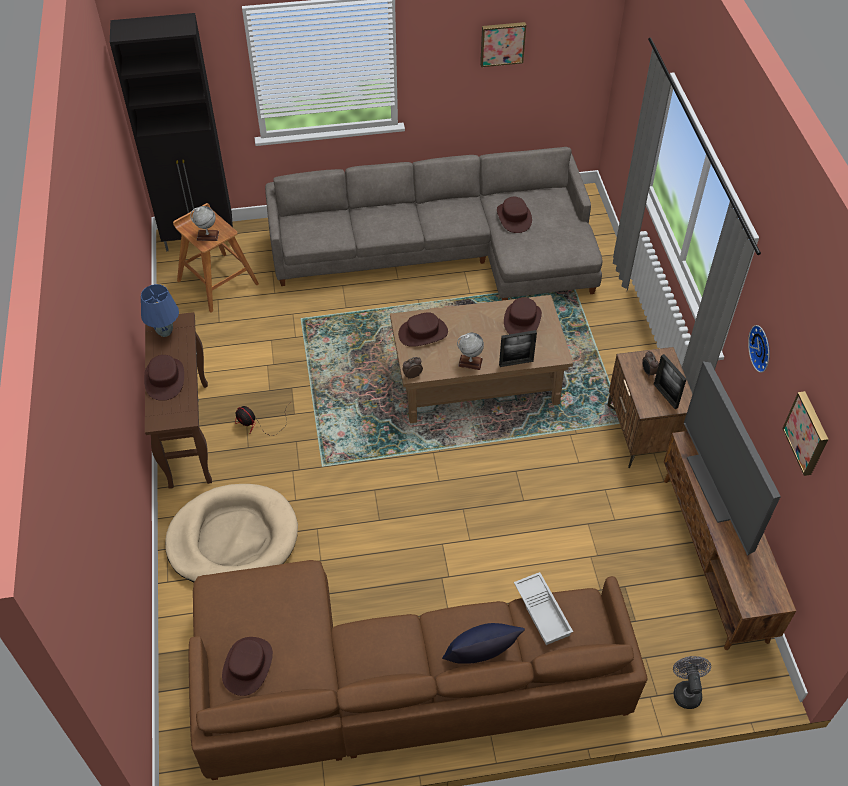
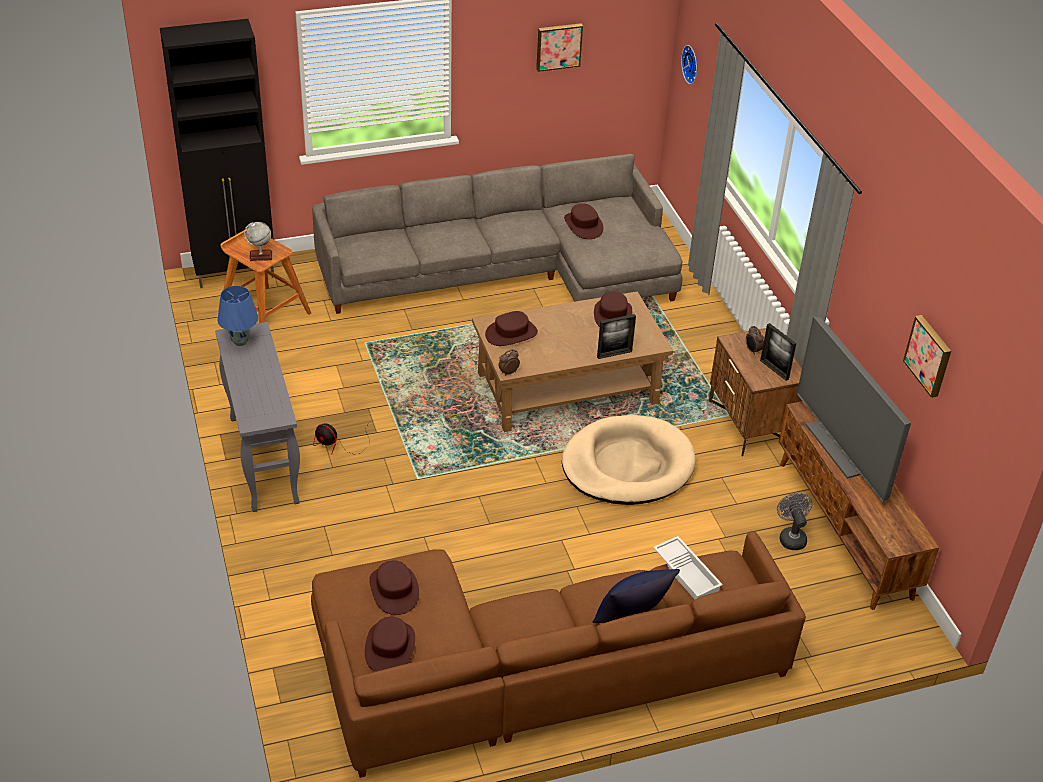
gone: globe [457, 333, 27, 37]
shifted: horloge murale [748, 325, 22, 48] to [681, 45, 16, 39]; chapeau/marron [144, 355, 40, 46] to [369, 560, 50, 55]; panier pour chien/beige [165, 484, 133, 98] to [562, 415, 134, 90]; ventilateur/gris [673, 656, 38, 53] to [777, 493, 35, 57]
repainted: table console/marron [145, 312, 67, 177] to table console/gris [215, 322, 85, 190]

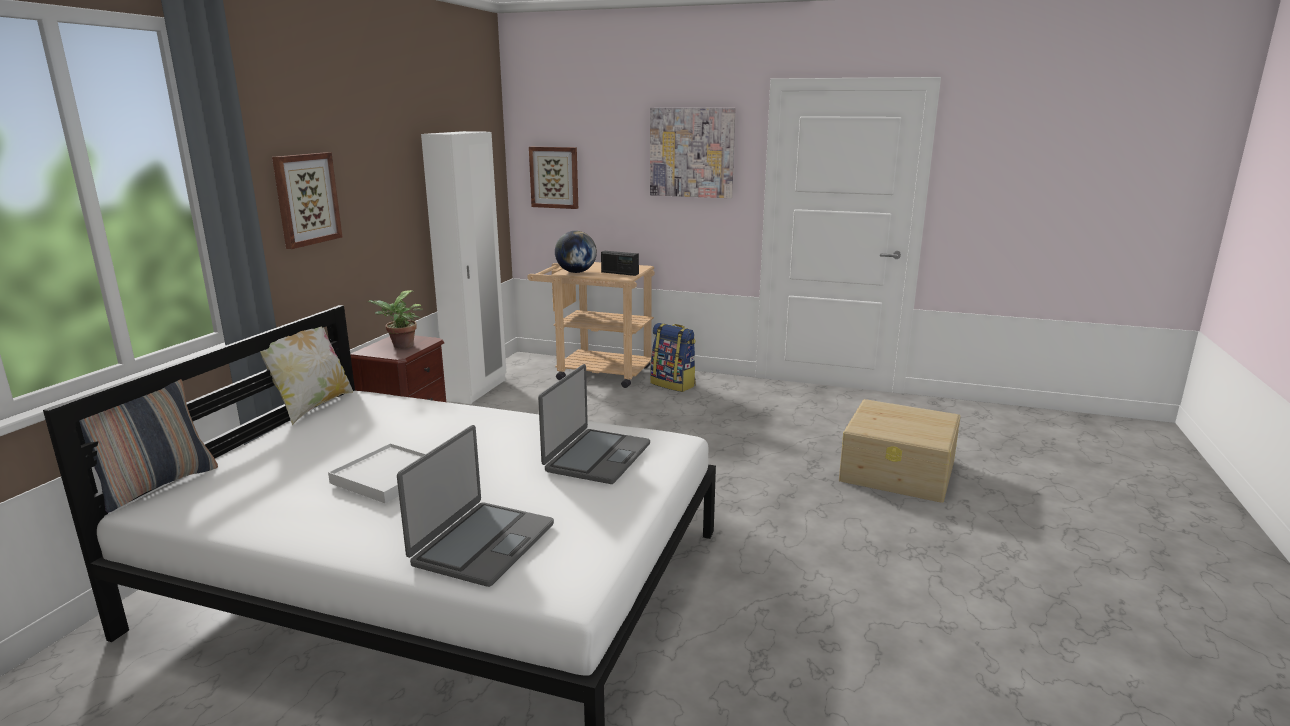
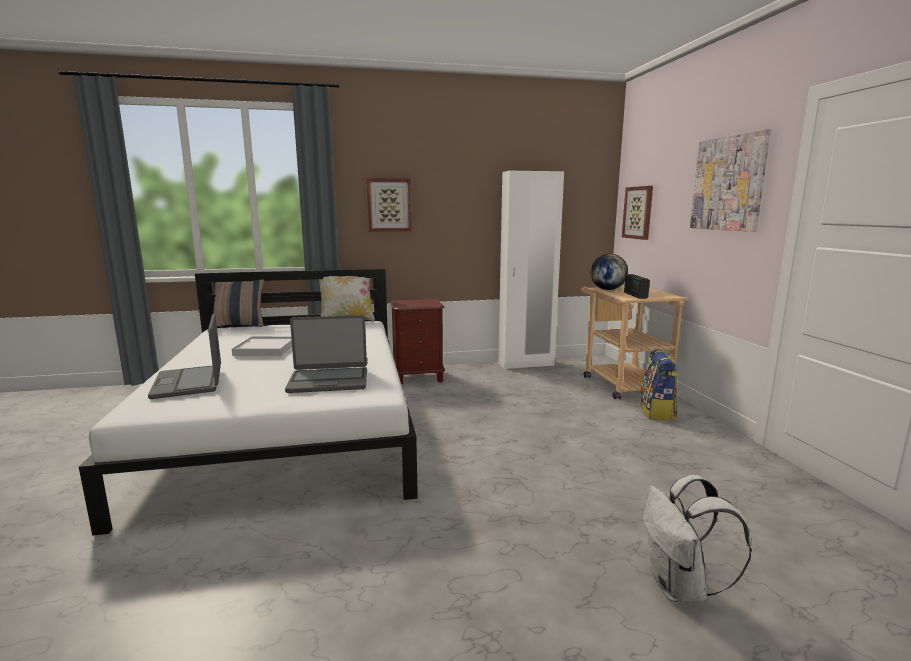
gone: plante en pot [367, 290, 56, 59]
swapped: boîte de rangement/beige [839, 399, 122, 104] to sac à dos/blanc [643, 475, 109, 128]
rotated: ordinateur portable [397, 425, 157, 162] = [148, 314, 73, 85] 75 degrees clockwise

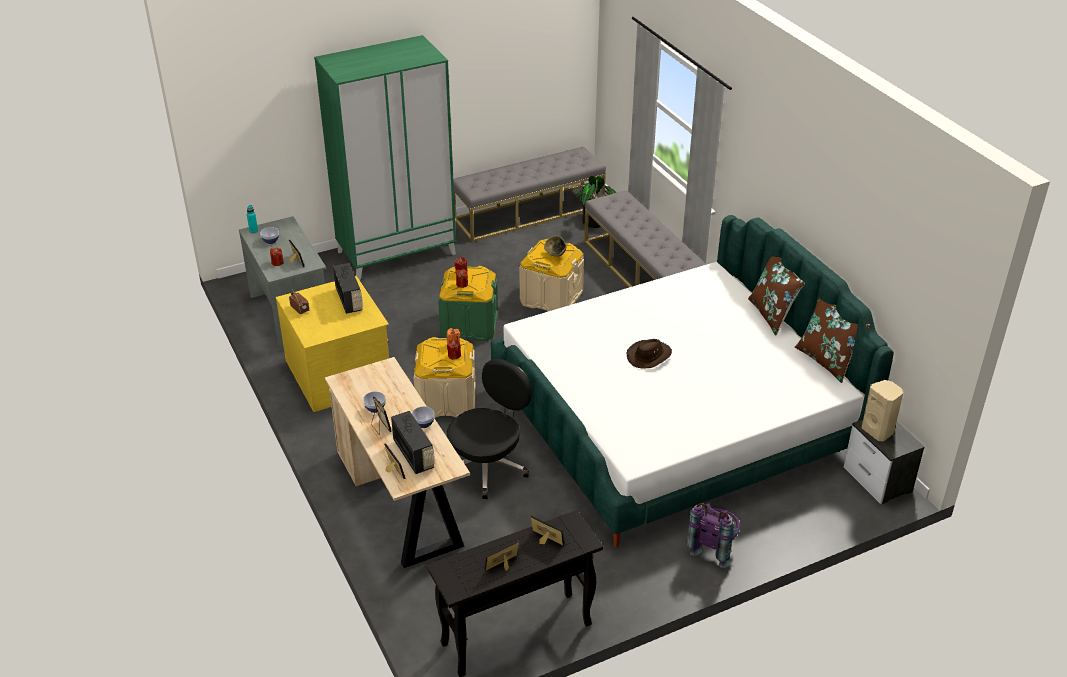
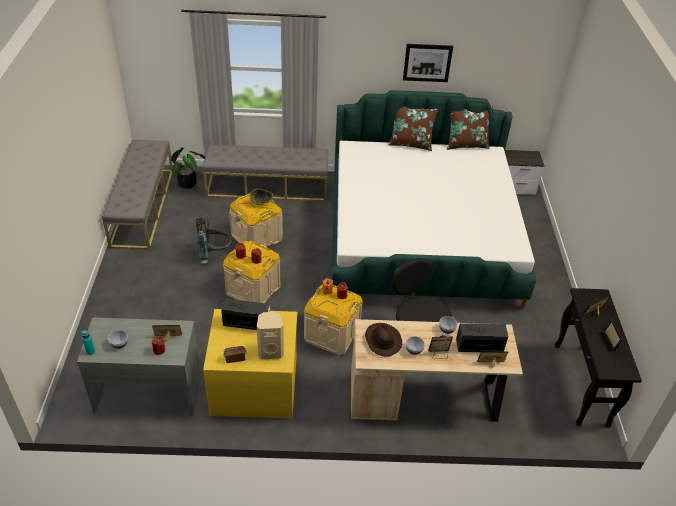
gone: armoire/vert [314, 35, 142, 245]; sac à dos/violet [687, 503, 53, 65]
new: tableau [403, 44, 50, 38]; sac à dos/gris [196, 215, 36, 48]
shifted: chapeau/marron [627, 339, 45, 29] to [365, 323, 37, 34]; enceinte/beige [862, 380, 41, 61] to [257, 312, 27, 47]
repainted: boîte de rangement/vert [438, 266, 60, 75] to boîte de rangement/beige [223, 241, 57, 62]

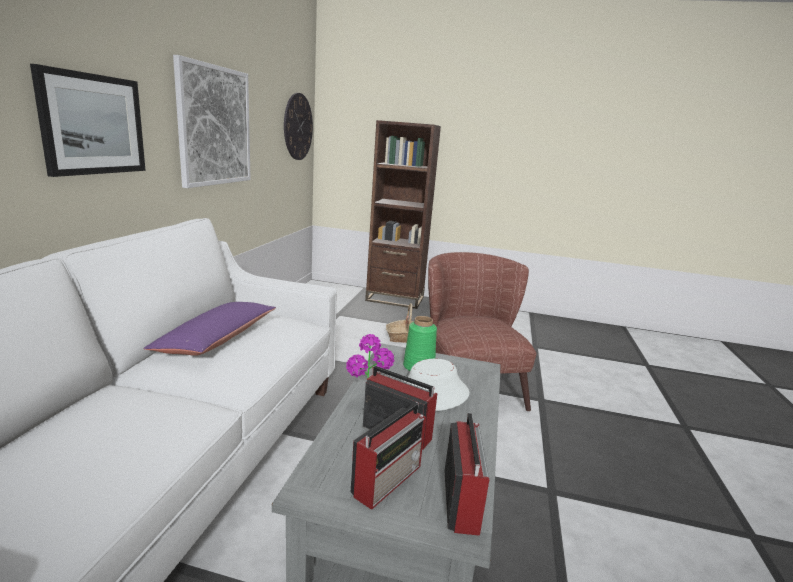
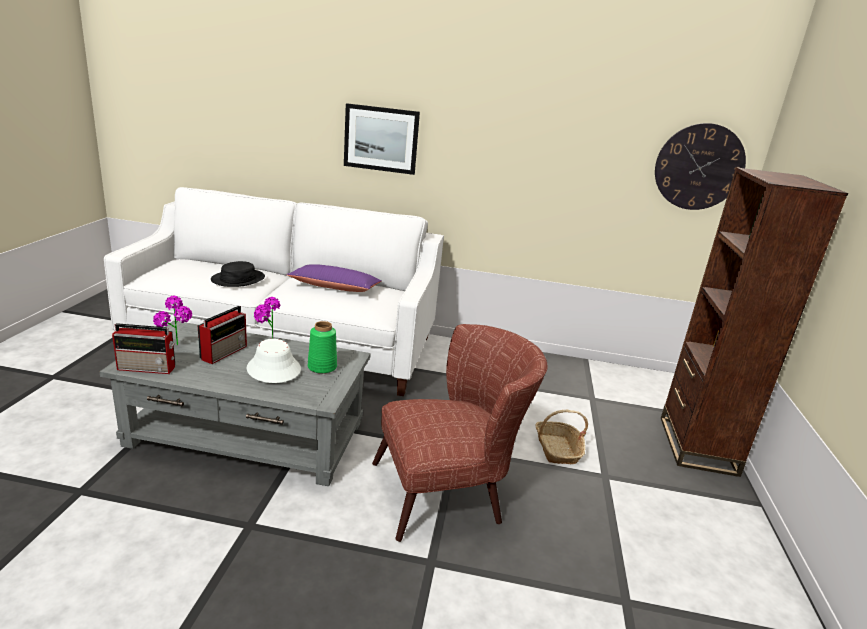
gone: tableau [173, 55, 78, 133]
new: chapeau/noir [211, 261, 54, 26]
swapped: radio [351, 402, 75, 108] to plante en pot [153, 296, 39, 49]

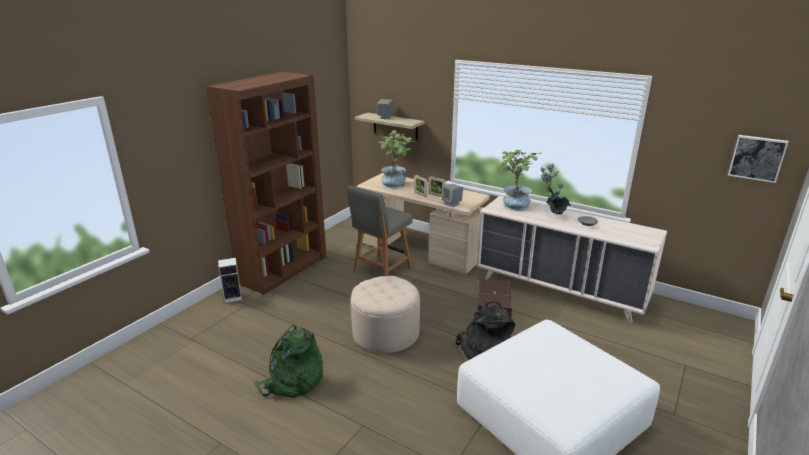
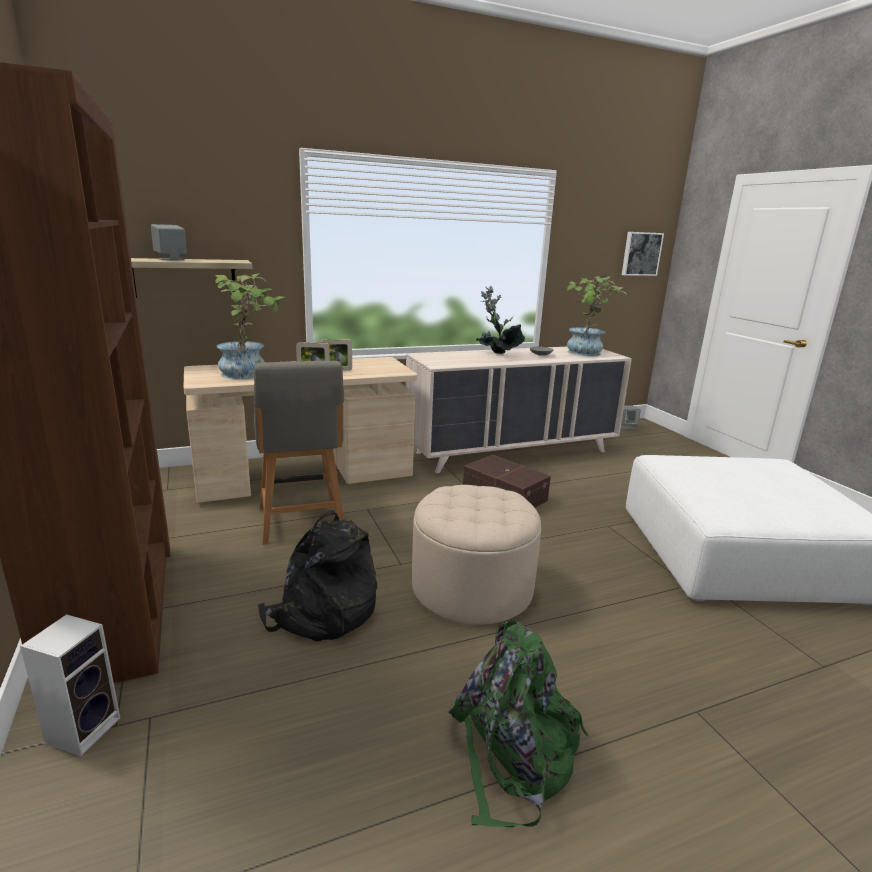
shifted: plante en pot [497, 150, 44, 61] to [567, 275, 60, 81]; enceinte/gris [441, 184, 22, 23] to [621, 405, 20, 24]; sac à dos/noir [456, 301, 59, 59] to [258, 510, 119, 132]

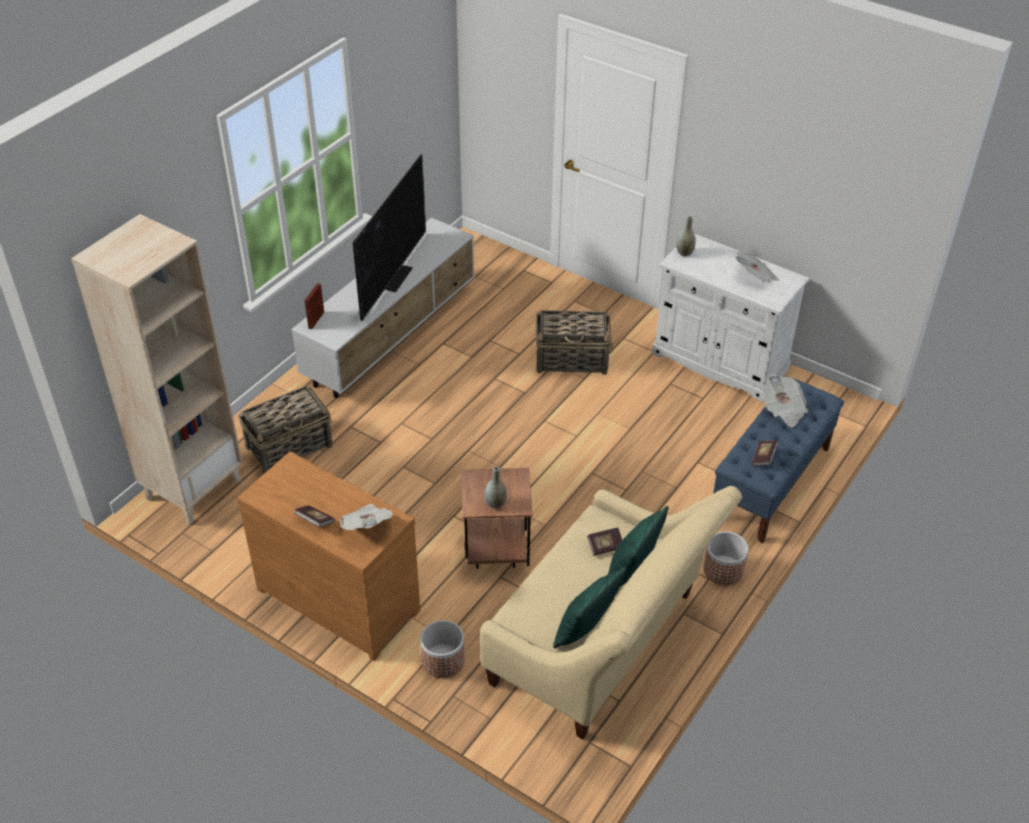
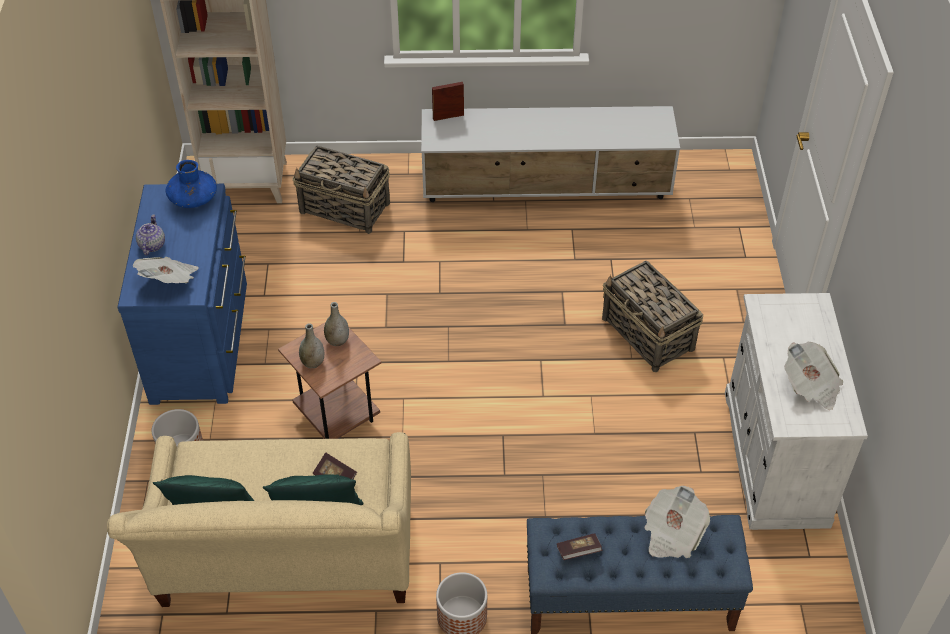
gone: téléviseur [353, 154, 73, 167]
new: vase/bleu [166, 160, 51, 48]
shifted: vase/gris [676, 216, 20, 40] to [324, 302, 25, 44]
swapped: livre [294, 505, 41, 22] to théière [136, 215, 29, 40]
repainted: commode/marron [237, 451, 183, 210] to commode/bleu [118, 184, 129, 221]

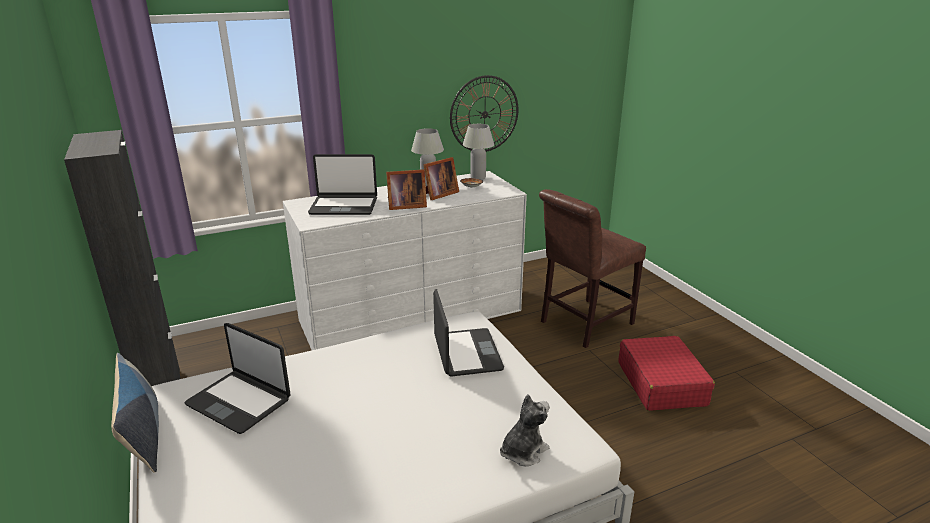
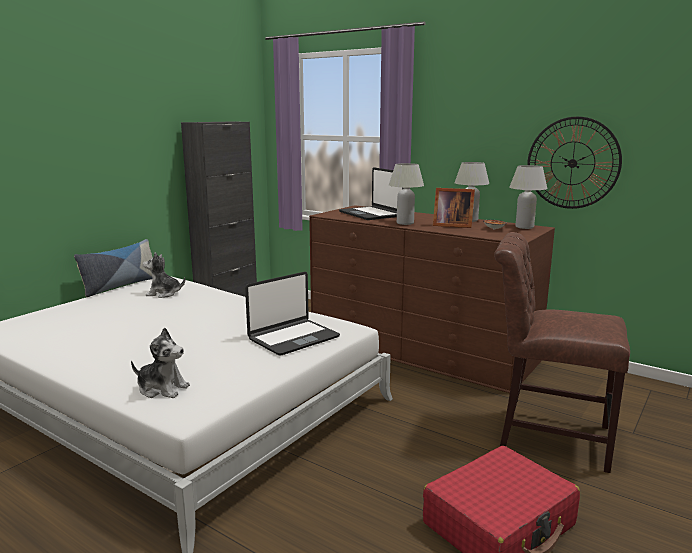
swapped: cadre photo [386, 169, 41, 41] to lampe de table/blanc [389, 163, 35, 62]; ordinateur portable [184, 323, 107, 111] to peluche [143, 252, 42, 46]
repainted: commode/blanc [283, 171, 244, 179] to commode/marron [309, 205, 246, 188]

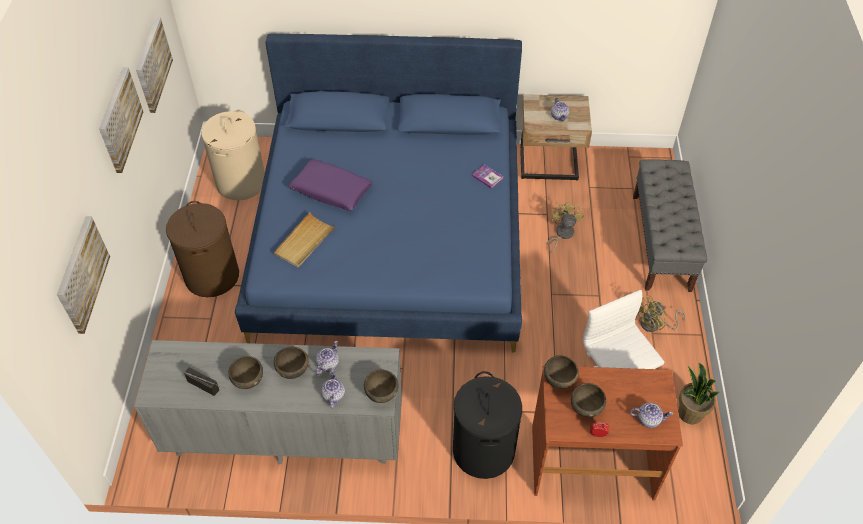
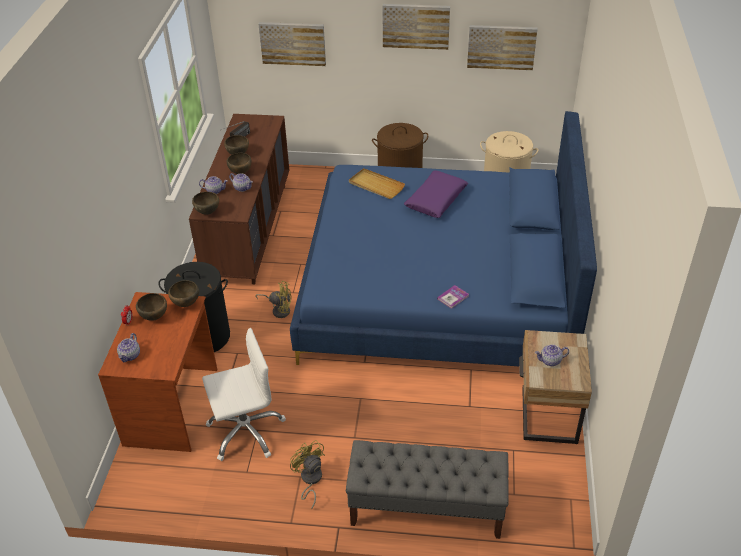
gone: plante en pot [678, 363, 41, 61]
shifted: ventilateur/jaune [547, 202, 37, 52] to [255, 281, 37, 37]
repainted: commode/gris [134, 340, 268, 124] to commode/marron [189, 114, 100, 170]

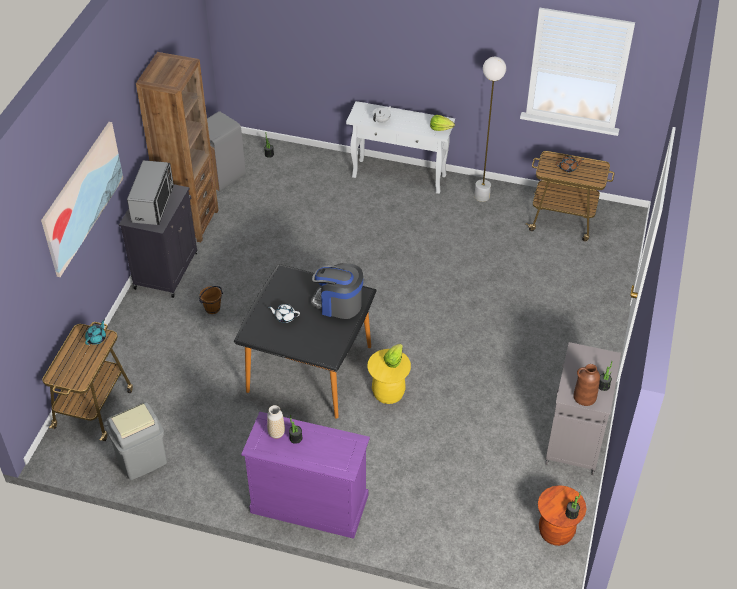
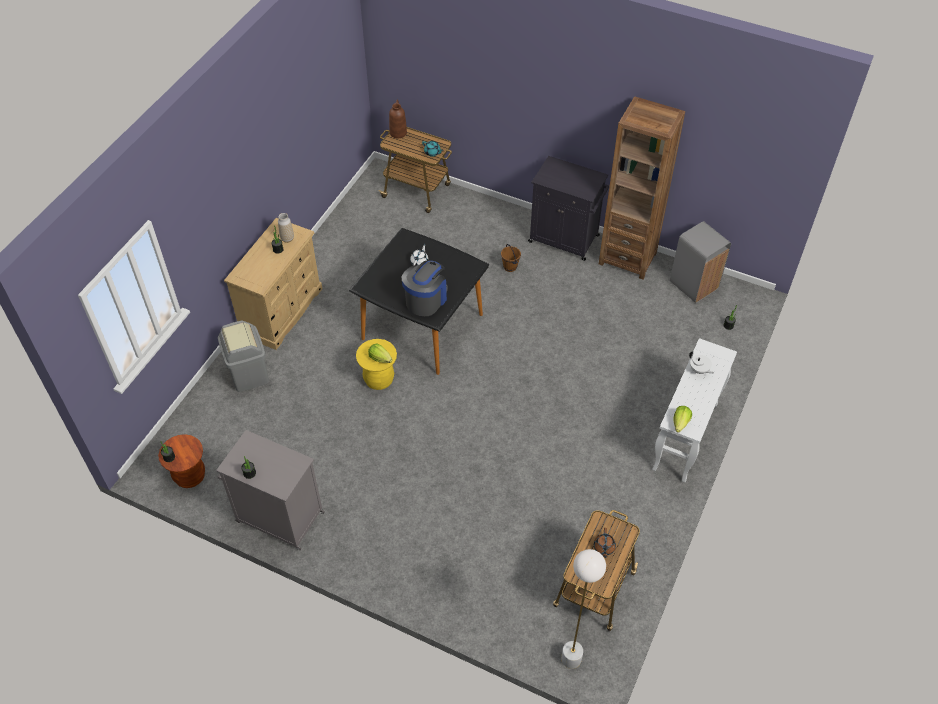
gone: tableau [41, 122, 82, 155]; micro-ondes [127, 160, 47, 65]
shifted: lampadaire/blanc [474, 57, 32, 145] to [561, 549, 45, 120]; vase/marron [573, 364, 27, 42] to [389, 100, 18, 38]; poubelle/gris [104, 402, 63, 78] to [218, 321, 51, 71]
repainted: commode/violet [241, 412, 129, 127] to commode/beige [224, 218, 99, 132]

